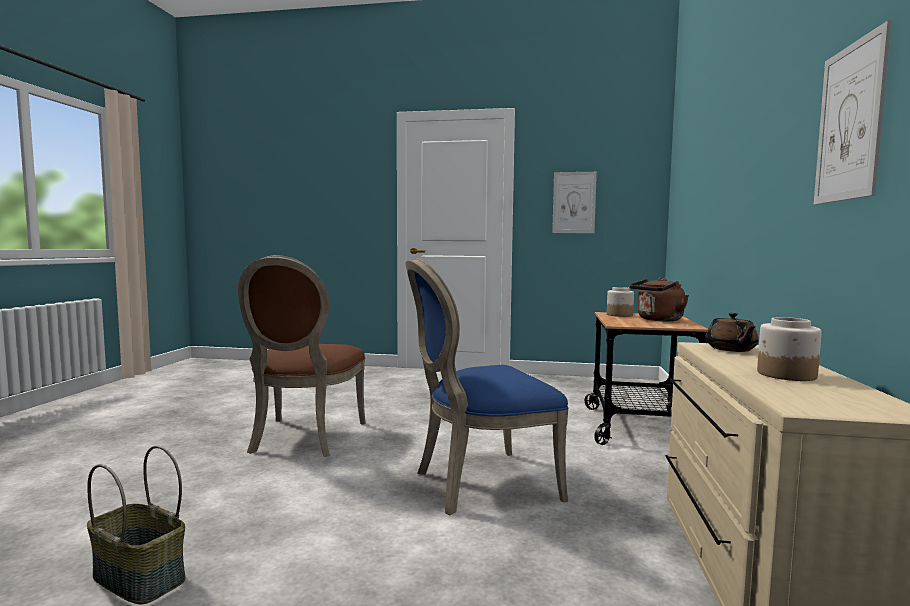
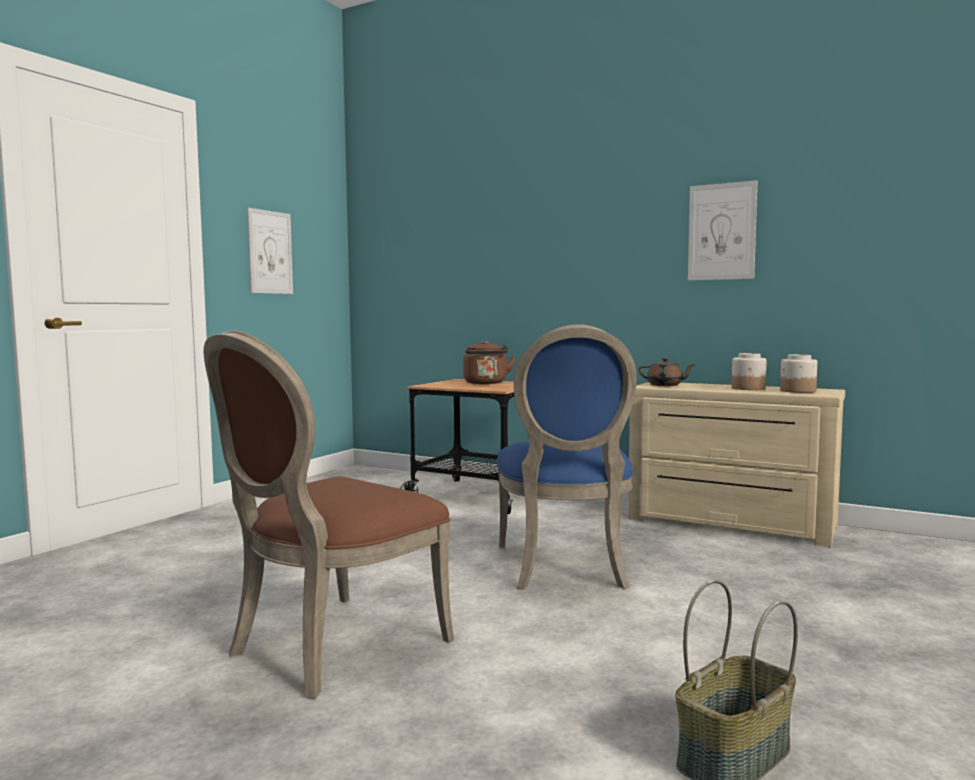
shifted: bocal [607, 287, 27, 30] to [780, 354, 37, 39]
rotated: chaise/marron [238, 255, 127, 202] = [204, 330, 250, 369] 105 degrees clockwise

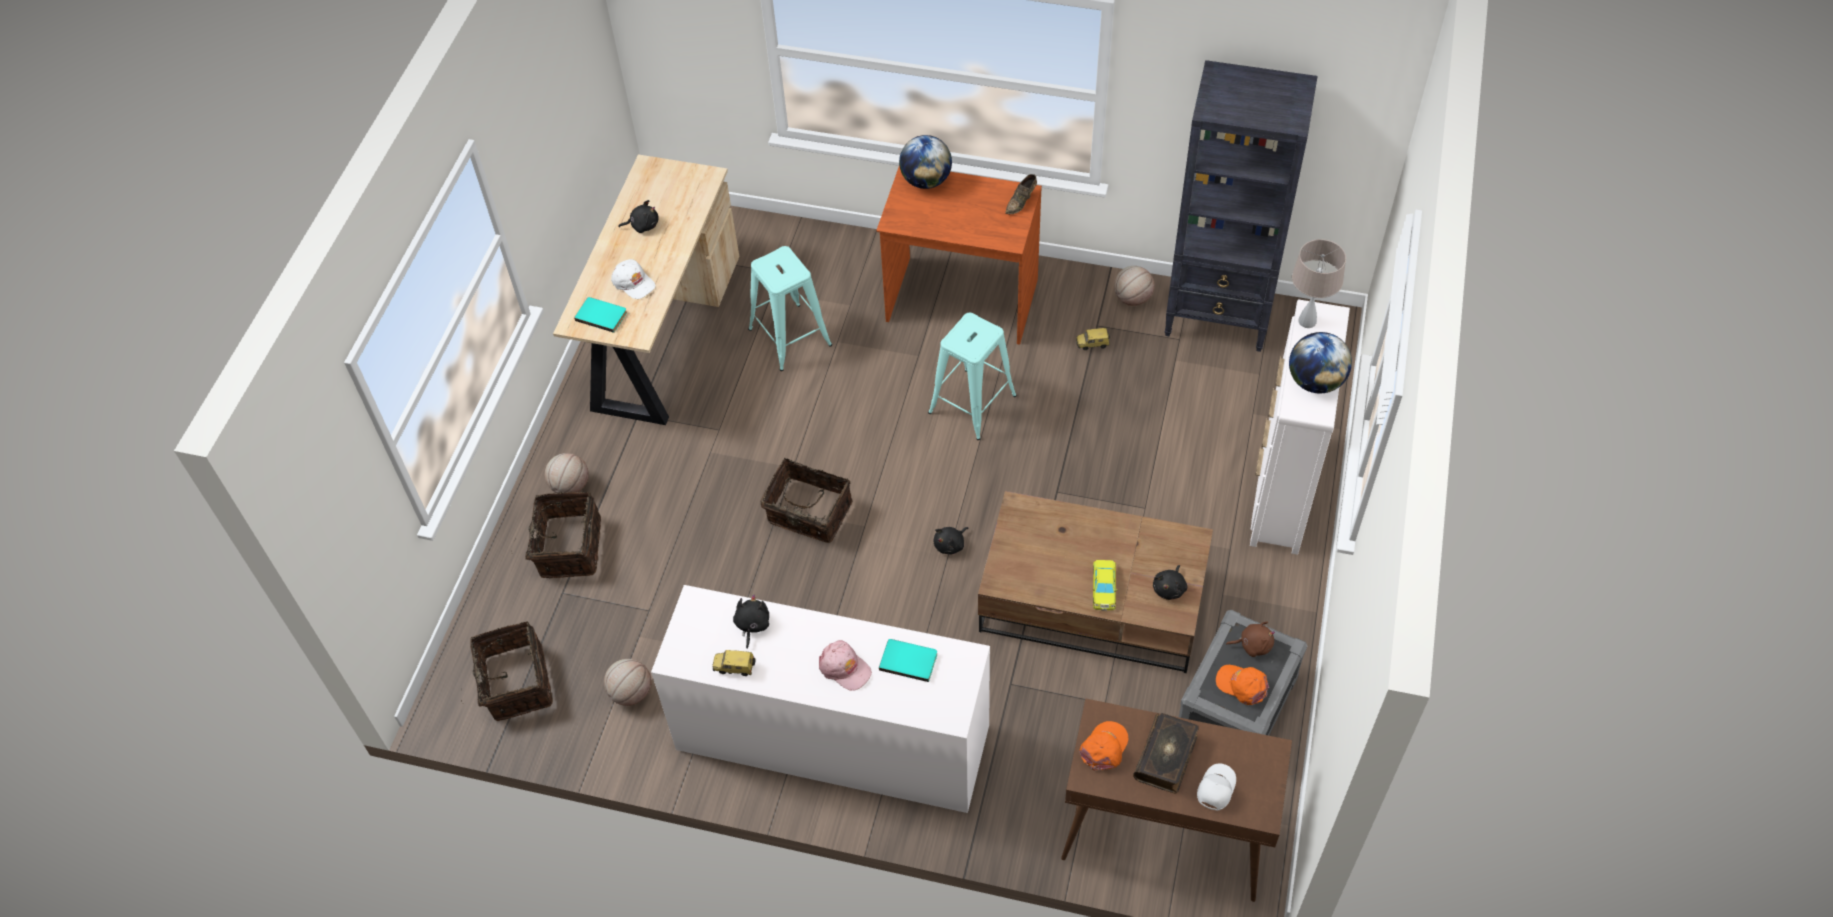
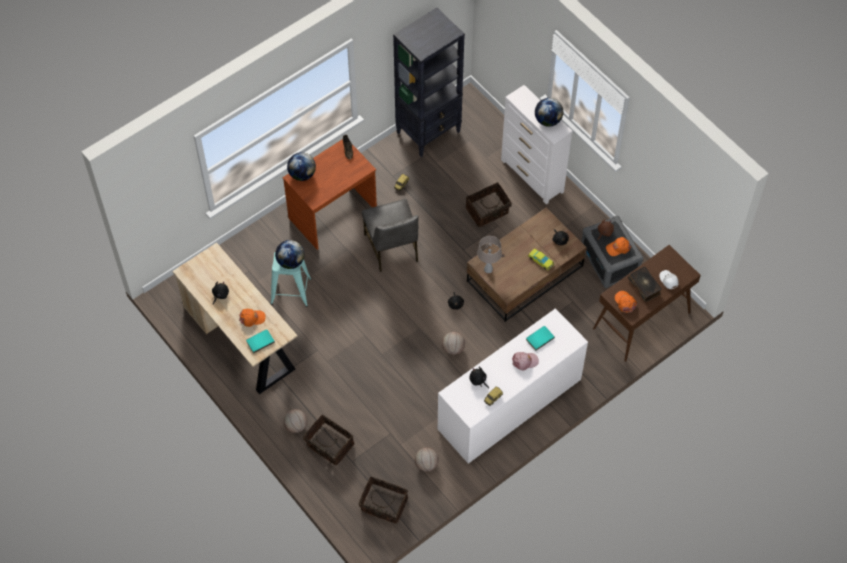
new: globe [275, 240, 29, 29]
shifted: lampe de table/beige [1292, 239, 54, 89] to [477, 236, 25, 37]; ballon de basket [1114, 266, 41, 40] to [442, 332, 23, 23]; panier [760, 458, 93, 85] to [466, 182, 46, 45]
swapped: tabouret/turquoise [928, 313, 89, 127] to chaise/gris [362, 199, 56, 73]
repainted: casquette/blanc [611, 259, 45, 40] to casquette/orange [239, 309, 27, 18]

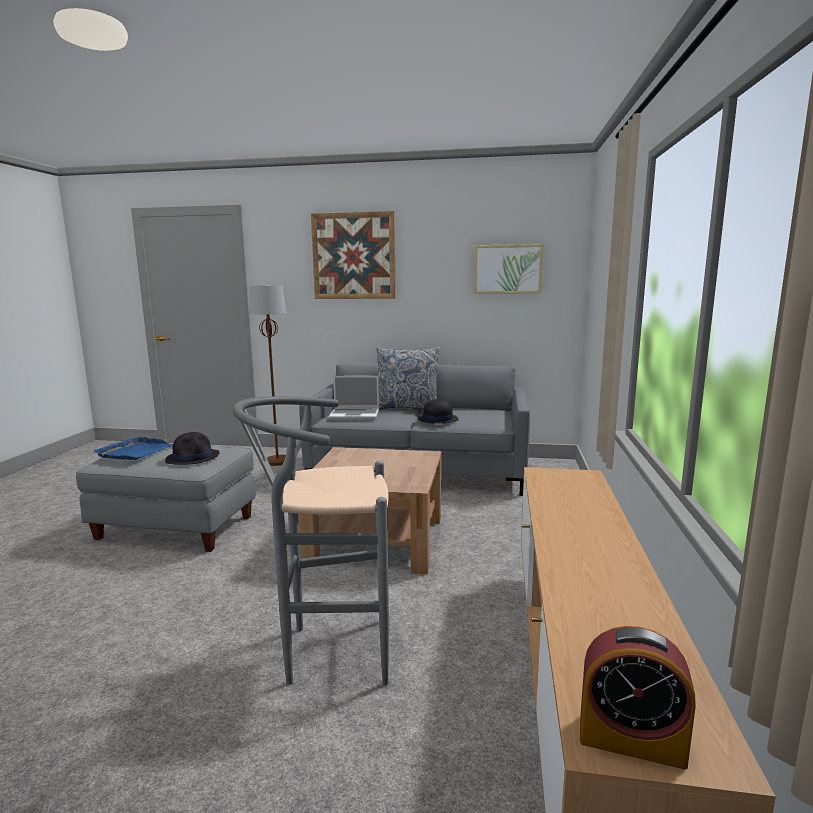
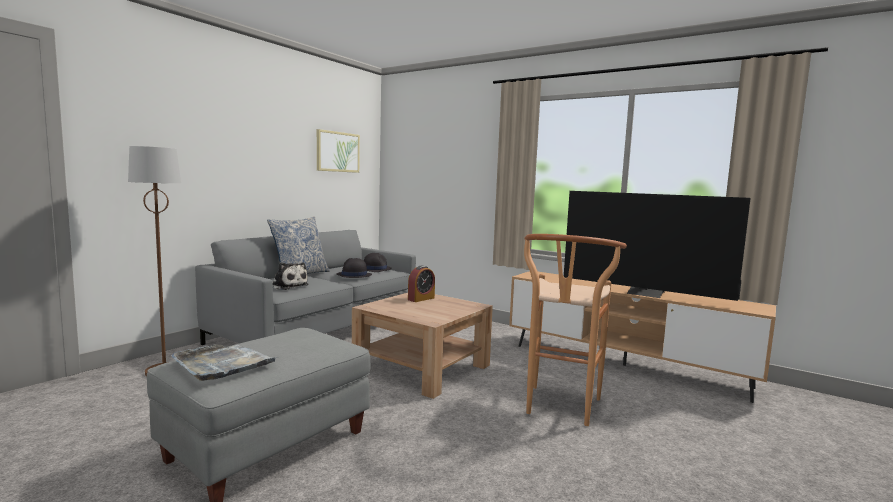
gone: tableau [311, 211, 85, 88]
new: téléviseur [564, 191, 187, 110]
shifted: chapeau/noir [165, 432, 55, 33] to [364, 253, 28, 19]; réveil [580, 626, 116, 144] to [408, 265, 27, 37]
swapped: ordinateur portable [329, 376, 50, 44] to peluche [273, 262, 36, 28]
repainted: tabouret/gris [233, 396, 156, 290] to tabouret/marron [524, 234, 103, 192]; plateau/bleu [94, 437, 79, 23] to plateau/gris [171, 344, 107, 37]

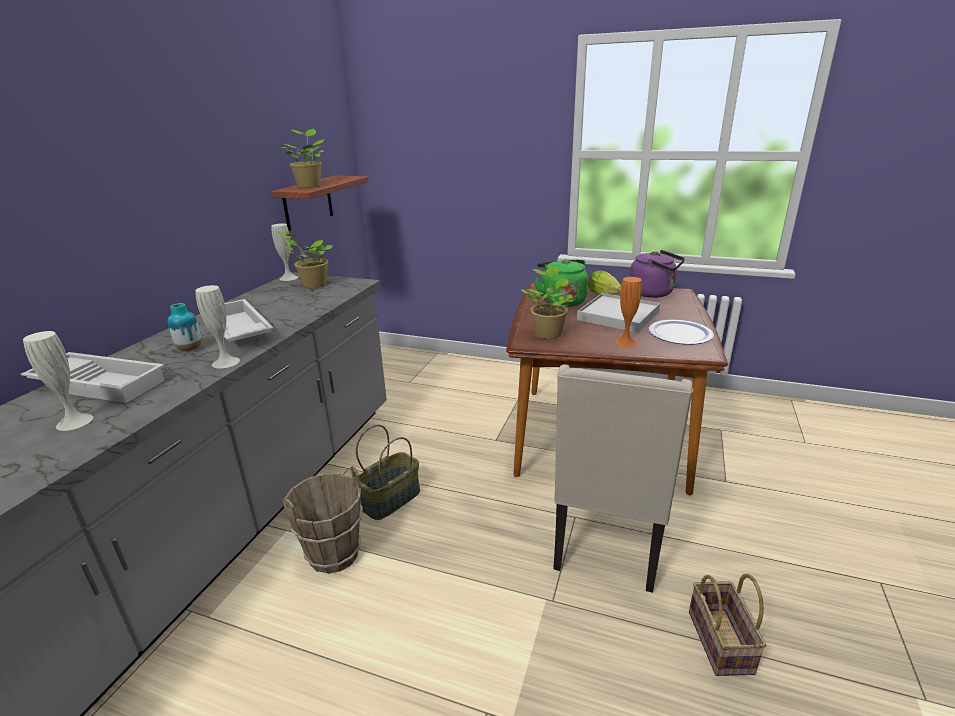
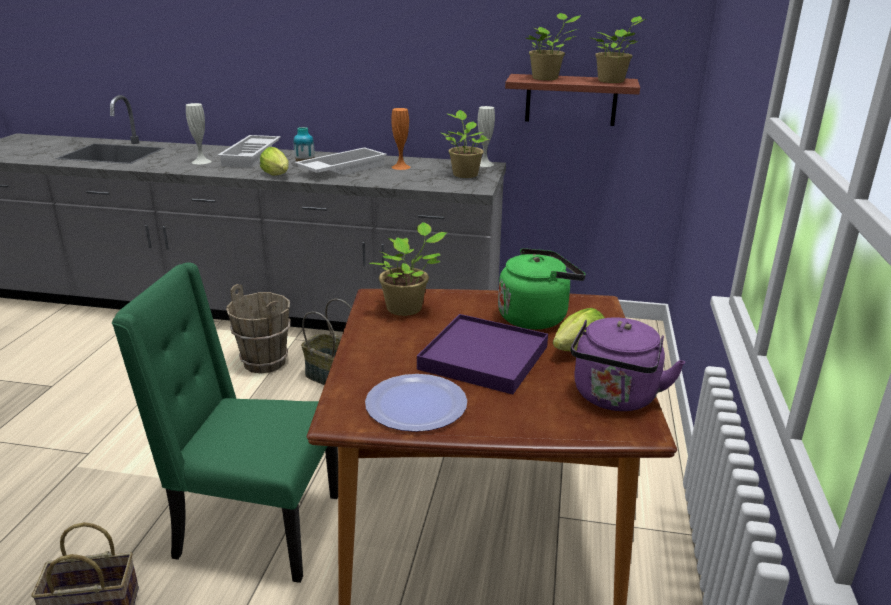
new: plante en pot [591, 16, 55, 67]
shifted: vase/orange [615, 277, 27, 70] to [391, 108, 20, 62]
swapped: vase/blanc [195, 285, 45, 83] to laitue [260, 147, 29, 29]
repainted: plateau/blanc [577, 293, 83, 40] to plateau/violet [417, 314, 131, 81]; chaise/beige [554, 365, 139, 228] to chaise/vert [112, 263, 226, 320]

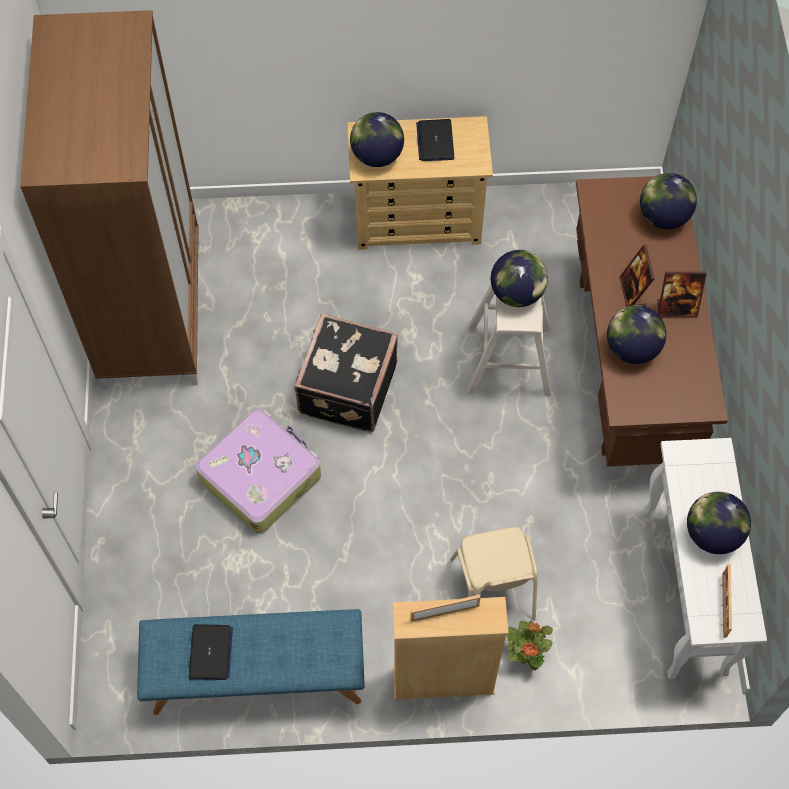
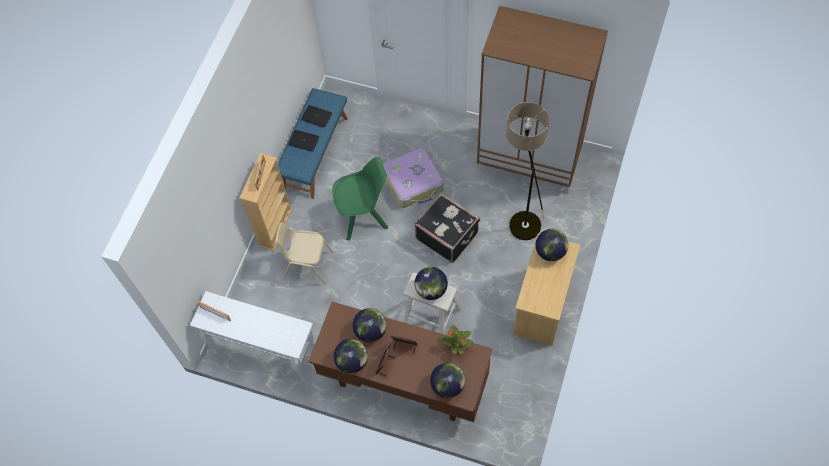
new: lampadaire [506, 102, 43, 138]; chaise/vert [332, 157, 56, 84]
shifted: ordinateur portable [416, 119, 39, 42] to [289, 130, 30, 22]; globe [687, 491, 64, 63] to [334, 339, 34, 34]; plante en pot [507, 620, 46, 51] to [442, 325, 31, 29]

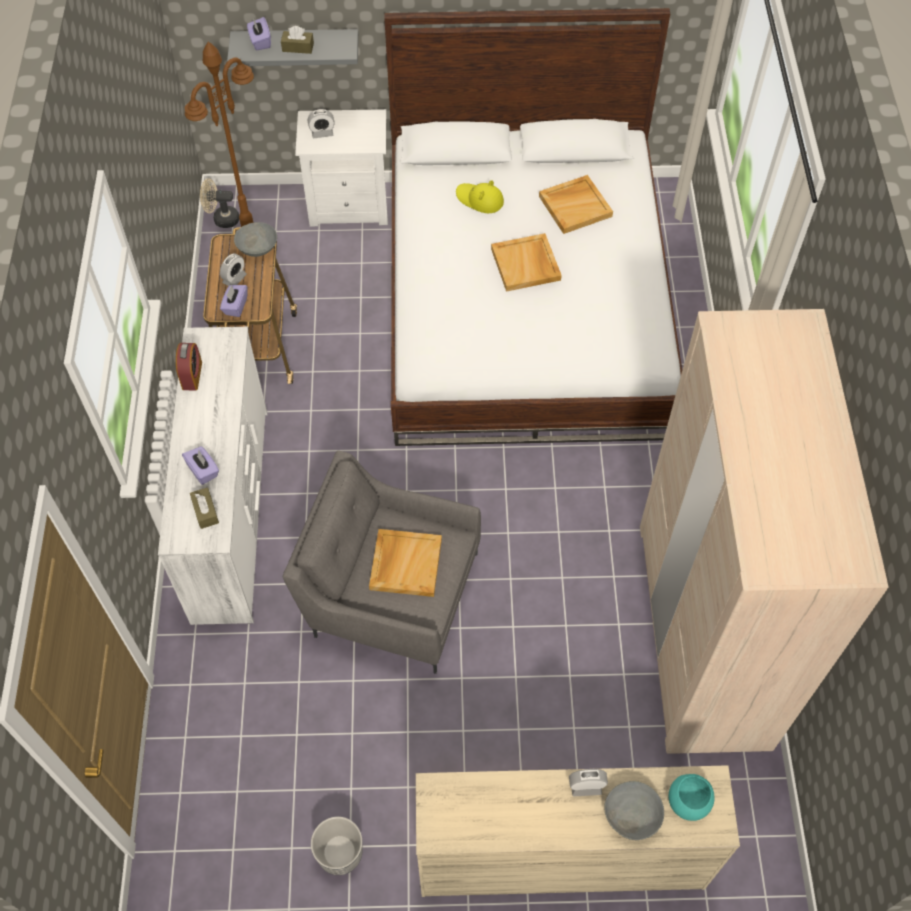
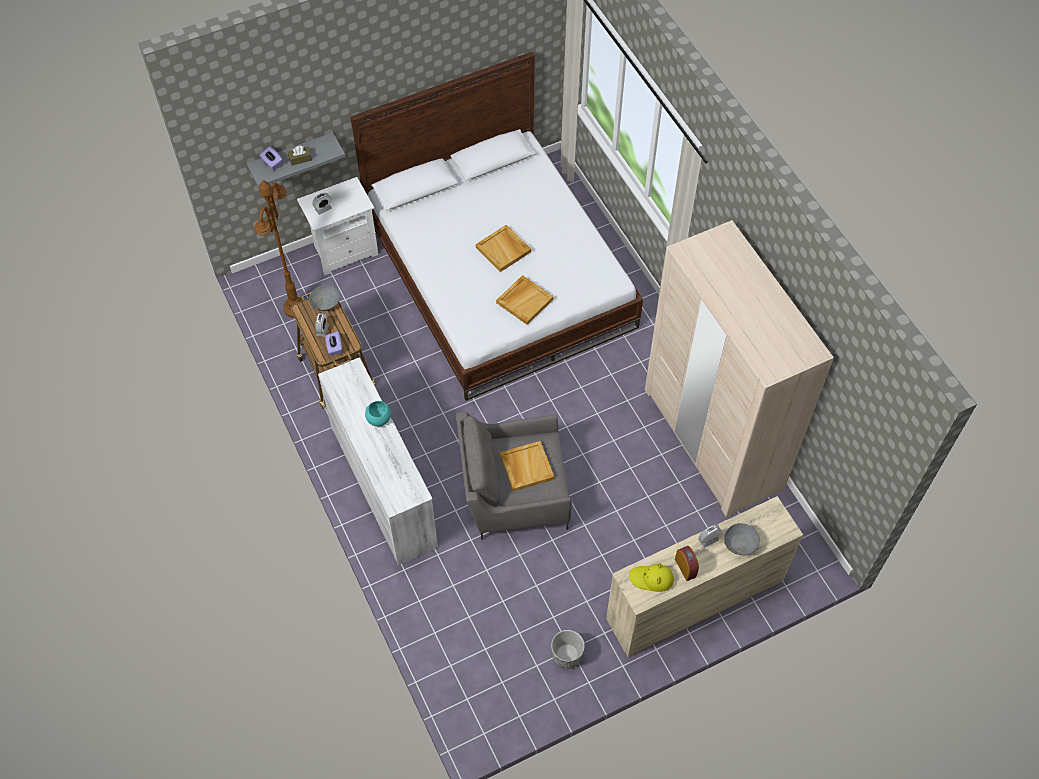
gone: ventilateur/beige [200, 178, 39, 50]; boîte à mouchoirs/violet [182, 446, 37, 39]; boîte à mouchoirs/marron [190, 487, 29, 42]
shifted: plateau/beige [539, 175, 74, 59] to [496, 275, 57, 50]; chapeau/jaune [456, 180, 48, 33] to [629, 563, 45, 29]; réveil [176, 343, 26, 48] to [675, 546, 24, 35]; bol/turquoise [669, 774, 46, 47] to [365, 401, 26, 25]

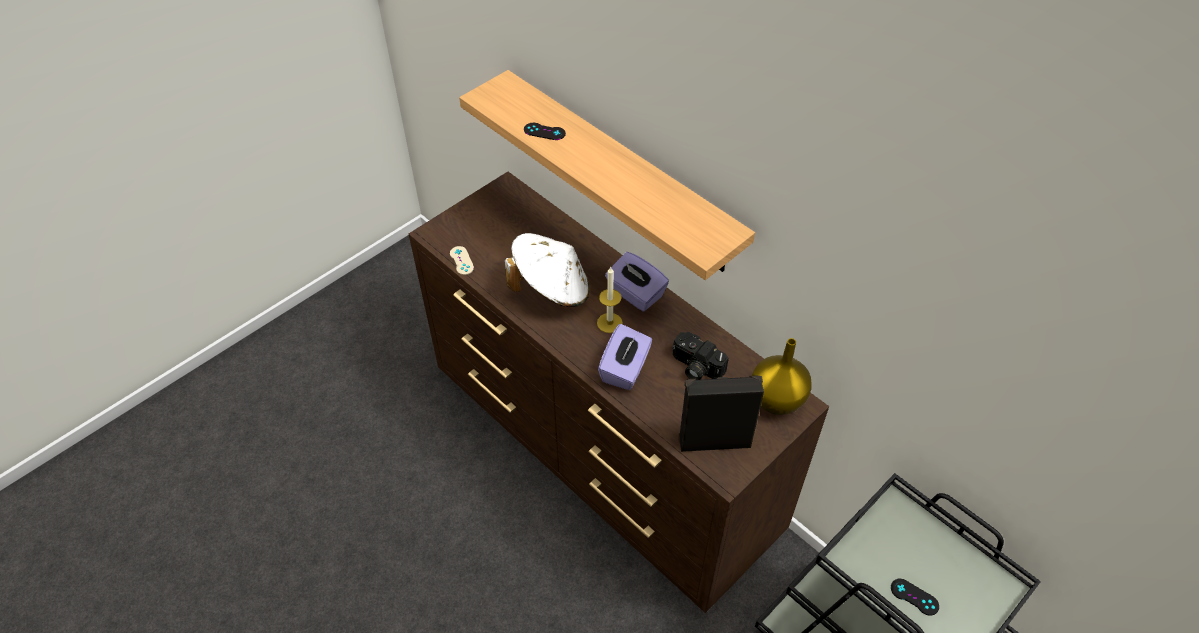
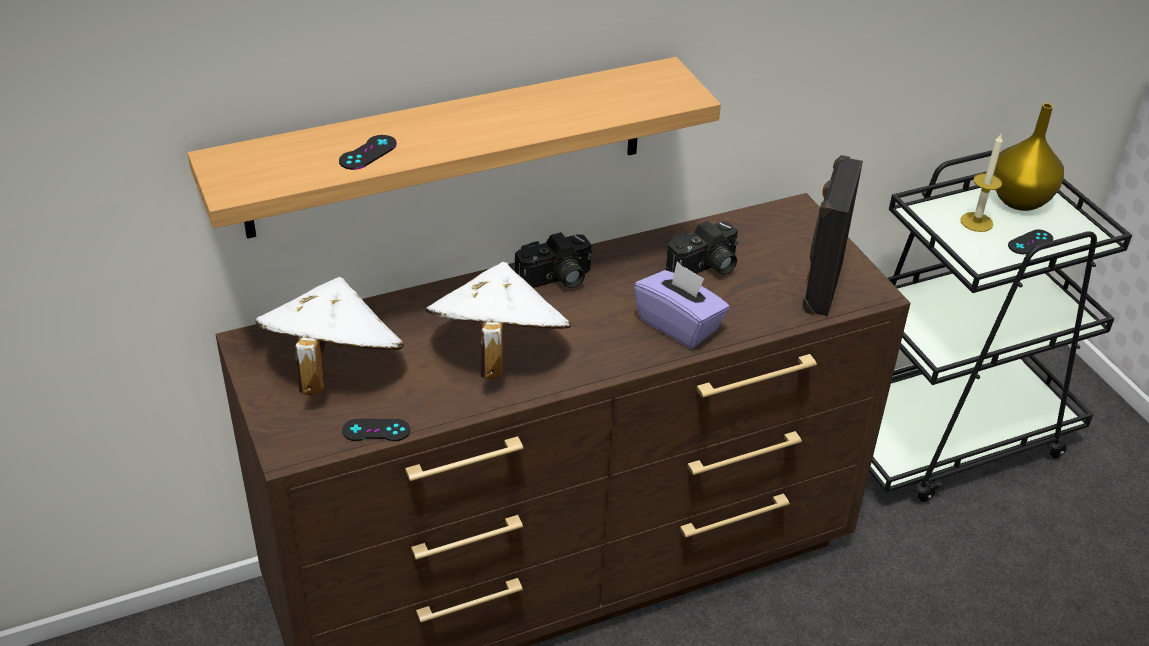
new: chapeau/blanc [256, 277, 148, 118]
shifted: bougie [597, 266, 26, 67] to [960, 134, 43, 98]; vase/jaune [752, 338, 60, 77] to [994, 103, 70, 108]
swapped: boîte à mouchoirs/violet [605, 252, 64, 59] to appareil photo [515, 232, 77, 56]
repainted: manette/beige [450, 246, 24, 29] to manette/noir [342, 419, 68, 22]

